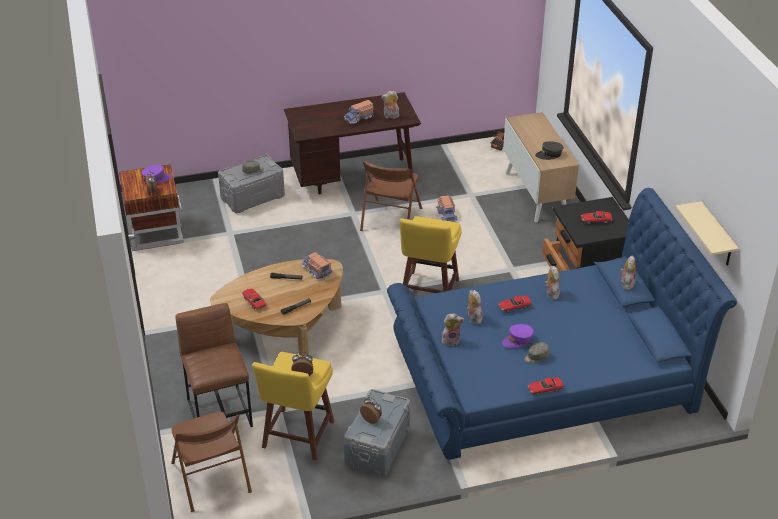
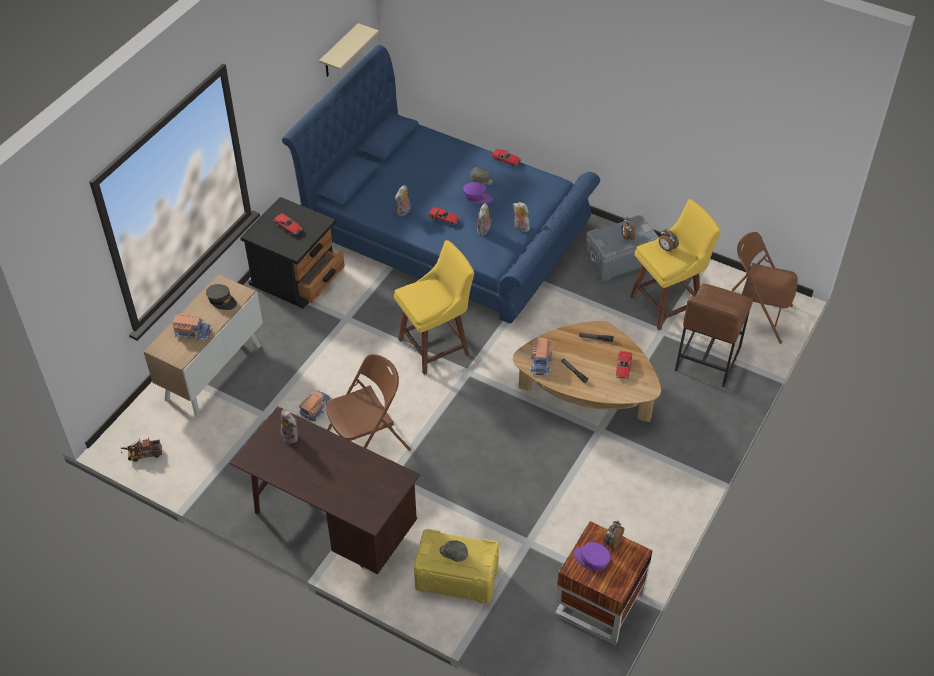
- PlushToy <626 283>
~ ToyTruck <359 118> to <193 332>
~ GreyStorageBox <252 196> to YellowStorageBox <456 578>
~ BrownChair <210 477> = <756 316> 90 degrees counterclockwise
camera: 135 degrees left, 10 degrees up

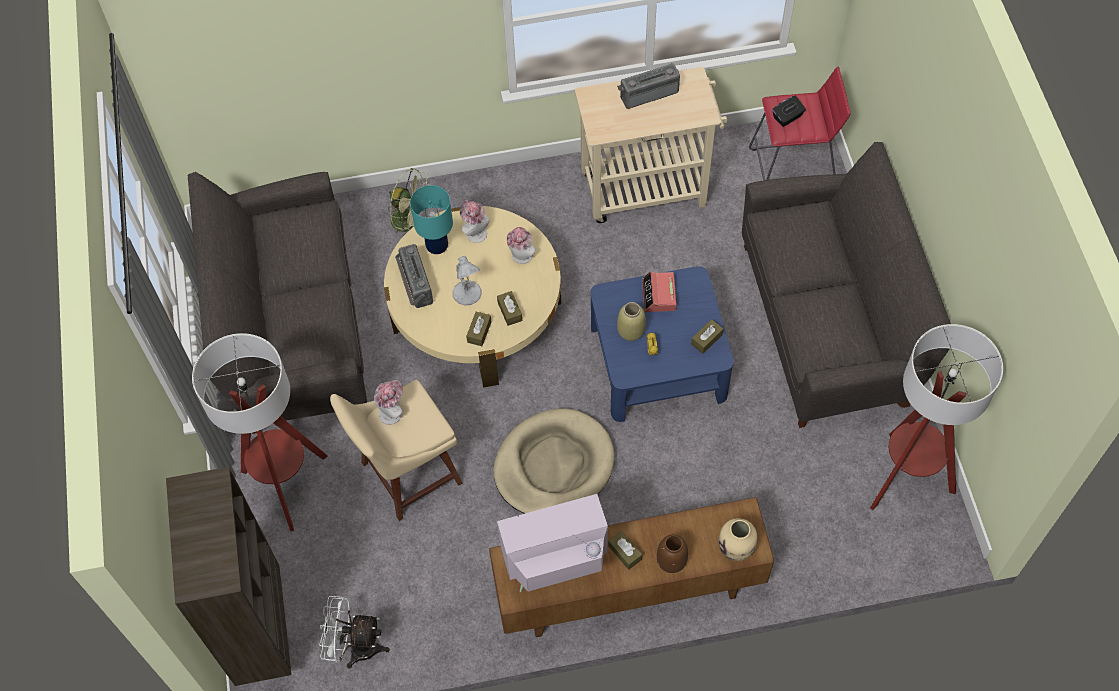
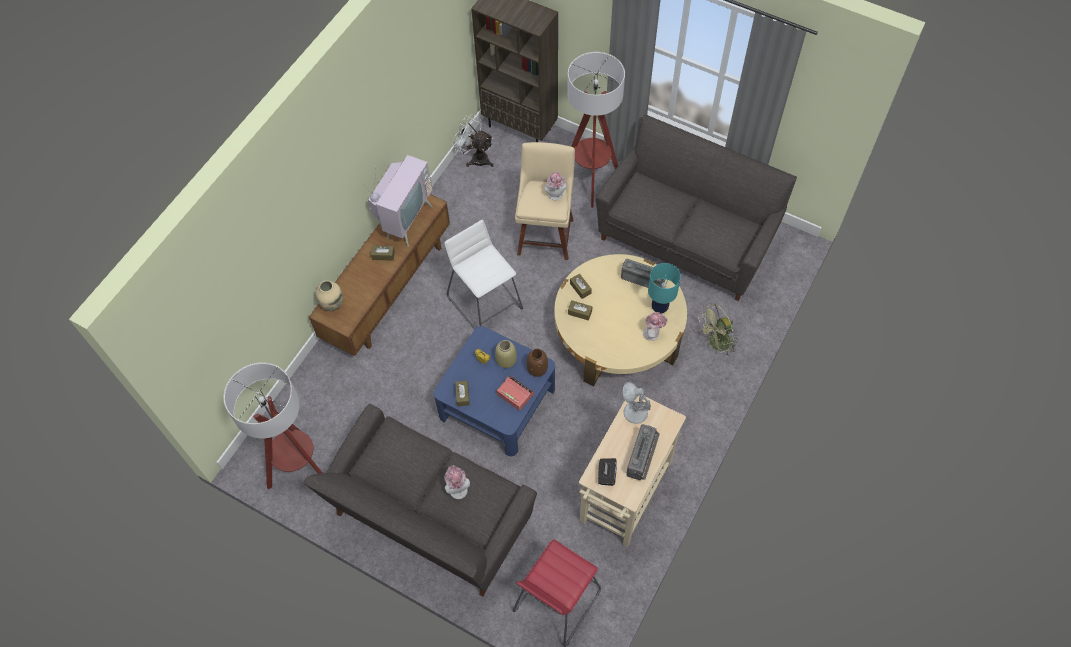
~ WhiteTableLamp <467 294> to <634 412>
~ Hat <521 257> to <457 488>
~ BrownVase <672 561> to <537 369>
~ BlackTissueBox <787 117> to <606 475>
~ BeigeDogBed <553 465> to WhiteStool <485 302>
~ WhiteFan <356 647> = <476 158> 105 degrees counterclockwise
camera: 130 degrees right, 0 degrees up

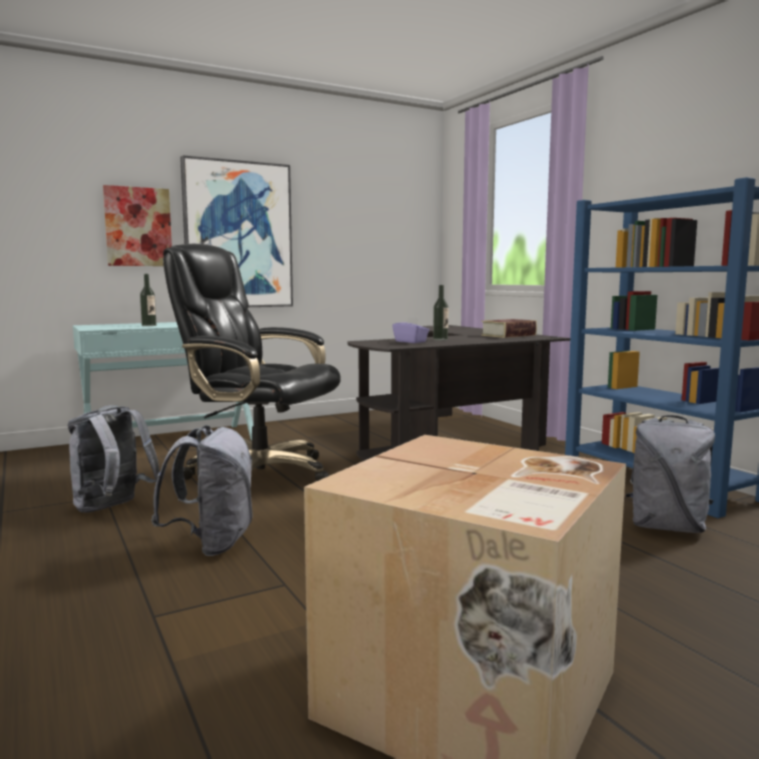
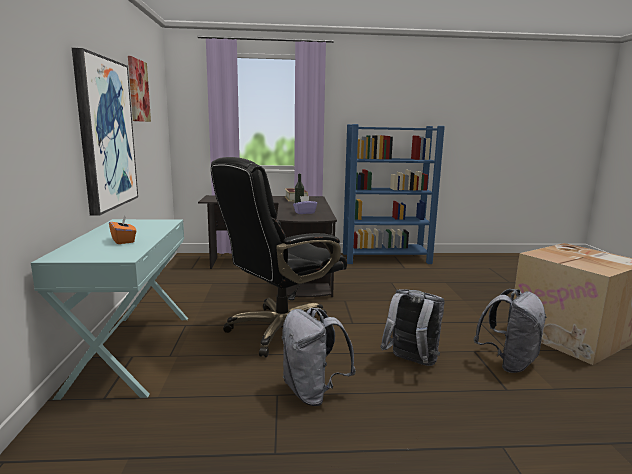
~ Picture <138 227> to <138 91>
~ GreyBackpack <667 527> to <508 363>
~ Bottle <149 325> to OrangeTissueBox <123 241>
camera: 65 degrees left, 5 degrees up

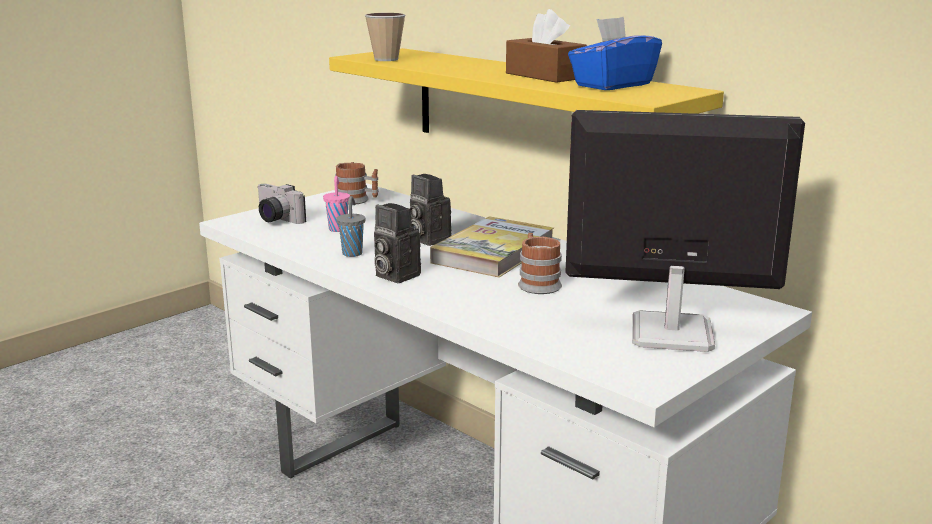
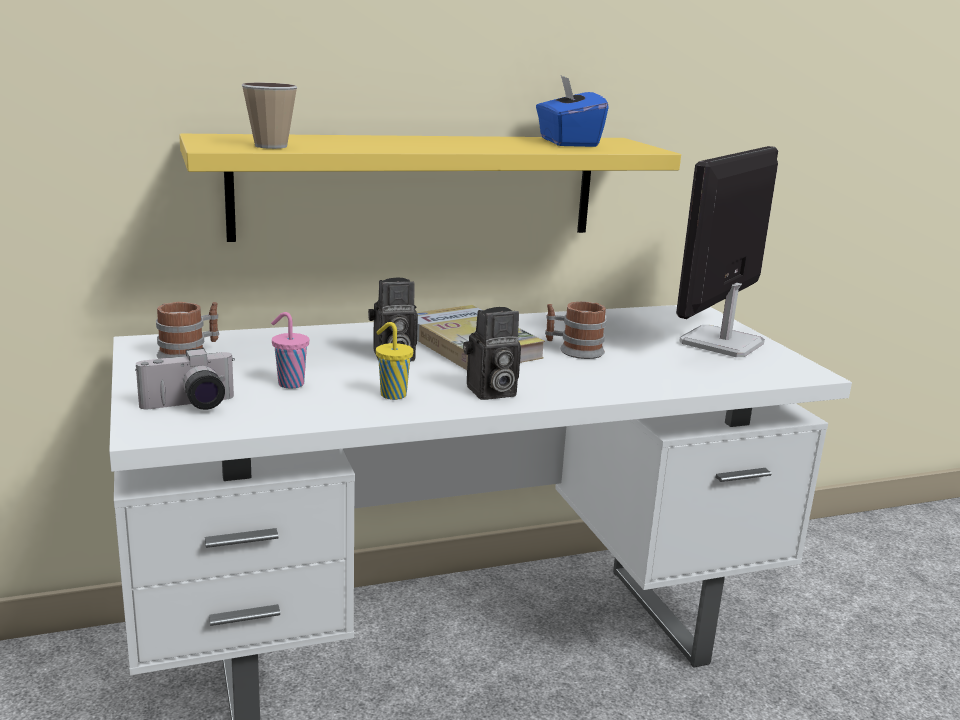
- BrownTissueBox <544 76>
~ GreyCup <352 253> to YellowCup <392 394>
camera: 65 degrees left, 0 degrees up

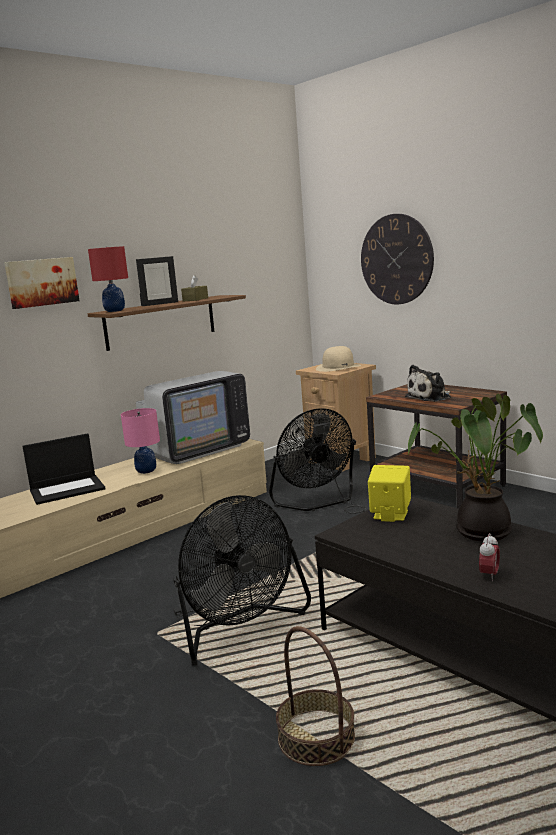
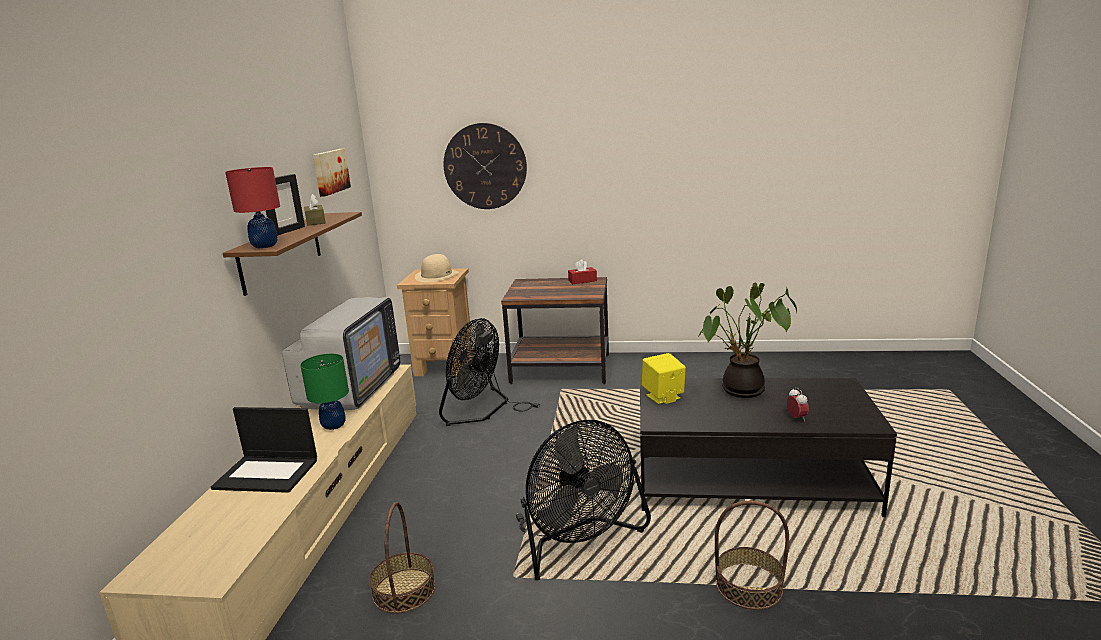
- PlushToy <430 397>
+ Basket <404 590>
+ RedTissueBox <582 281>
~ Picture <41 282> to <330 171>
~ PinkTableLamp <147 471> to GreenTableLamp <334 425>
~ Laptop <68 489> = <268 473> 75 degrees clockwise
~ BlackFan <233 629> = <573 542> 45 degrees clockwise
camera: 40 degrees left, 5 degrees up

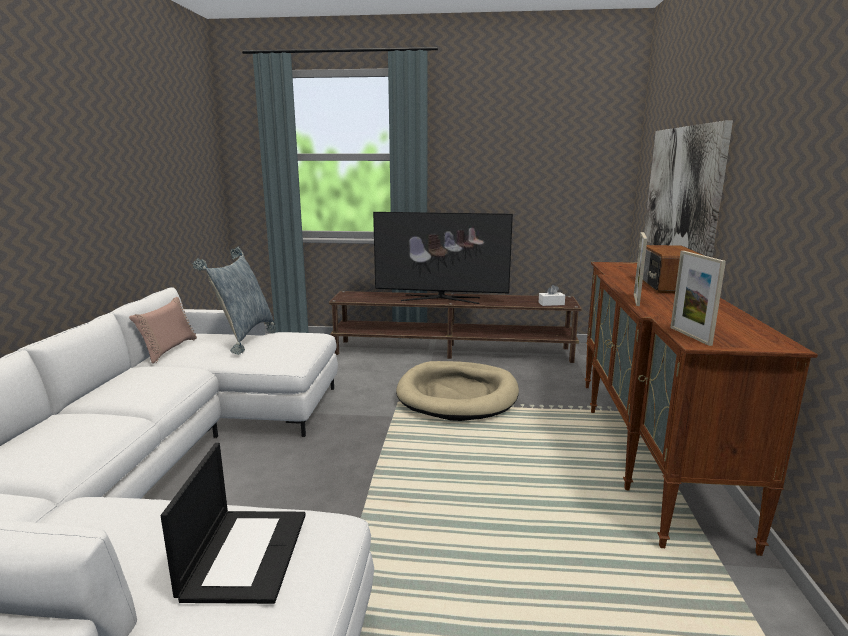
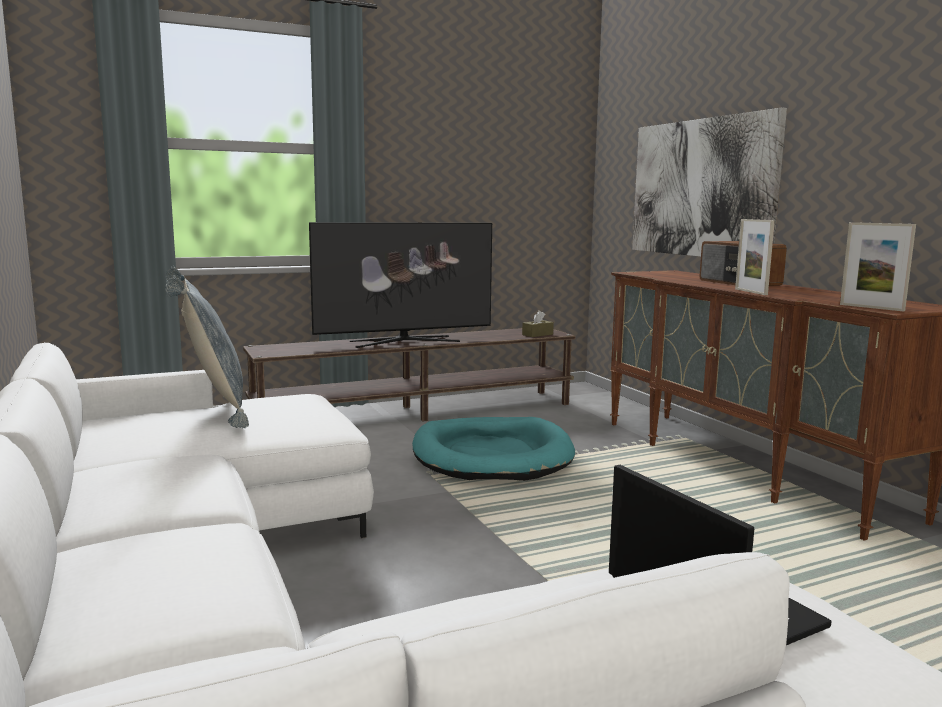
- BeigePillow <169 350>
~ BeigeDogBed <458 395> to TurquoiseDogBed <491 455>
~ WhiteTissueBox <551 304> to BrownTissueBox <537 334>
camera: 30 degrees left, 5 degrees down

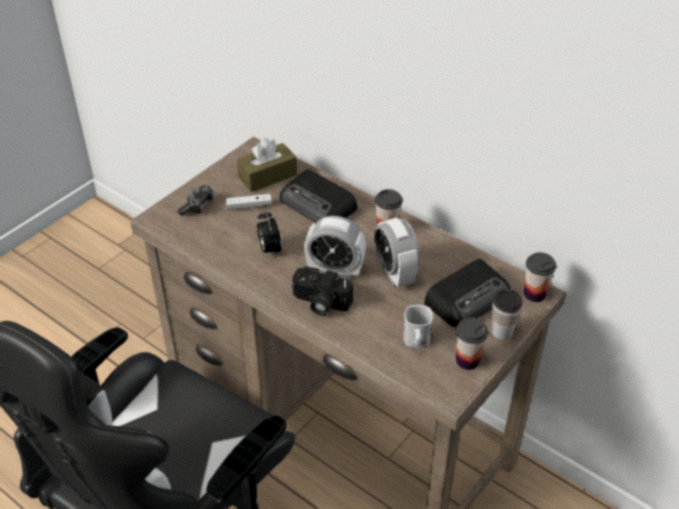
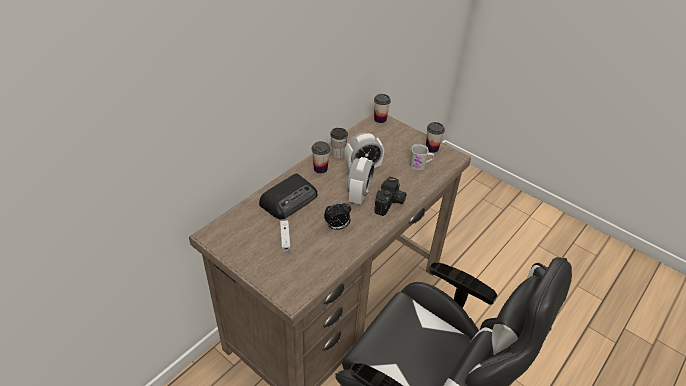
- GameController <198 205>
- BrownTissueBox <267 176>
- Radio <468 298>
~ Cup <502 332> to <338 154>
camera: 90 degrees left, 0 degrees up

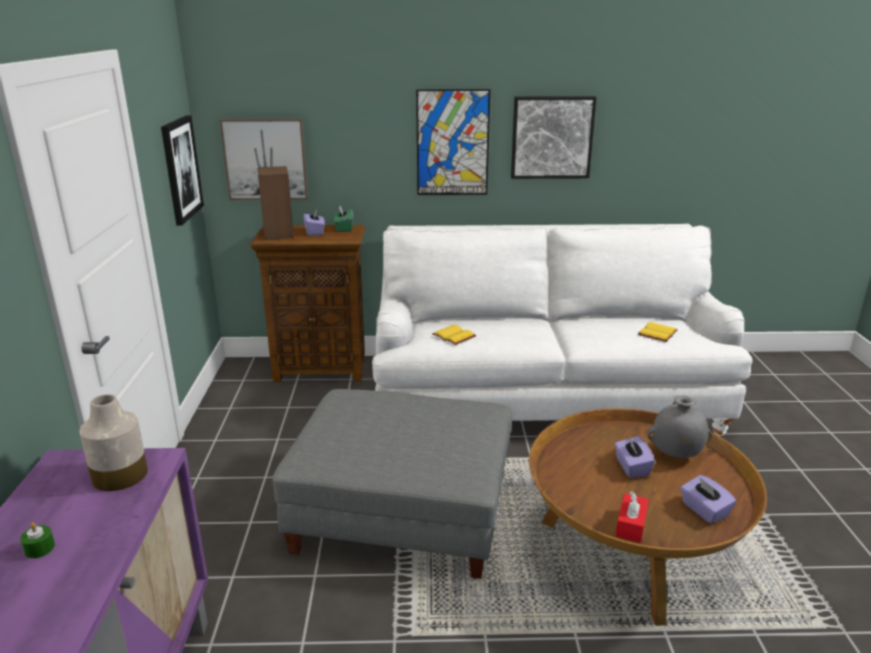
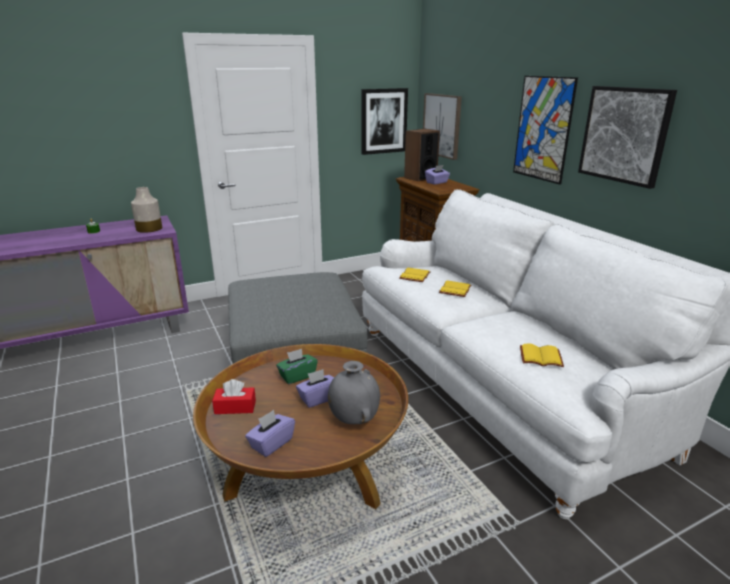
+ YellowBook <456 290>
~ GreenTissueBox <343 228> to <297 376>
camera: 65 degrees right, 0 degrees up

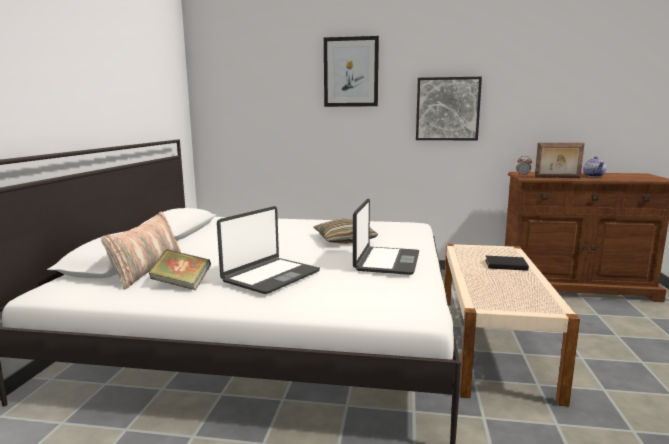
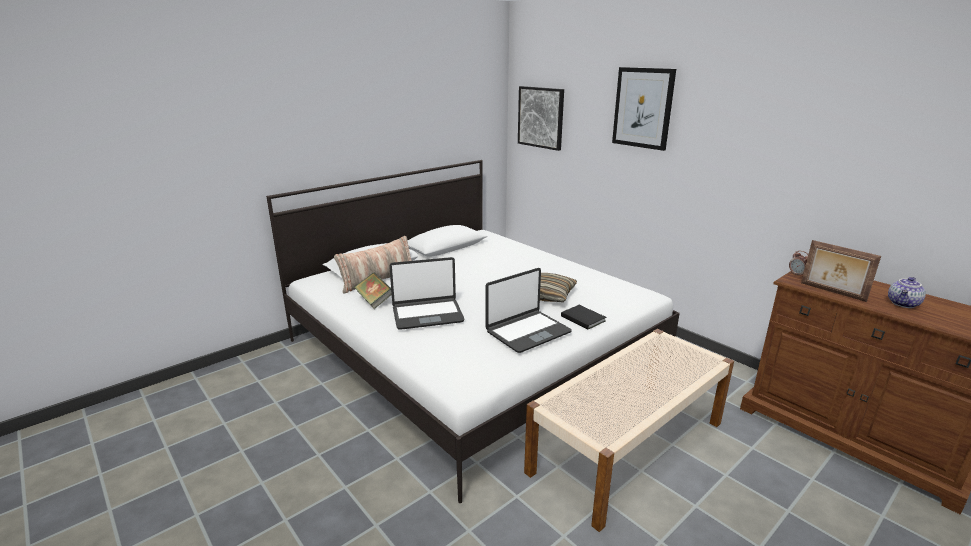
~ Picture <447 109> to <541 117>
~ BlackBook <504 264> to <582 318>
camera: 40 degrees right, 10 degrees up

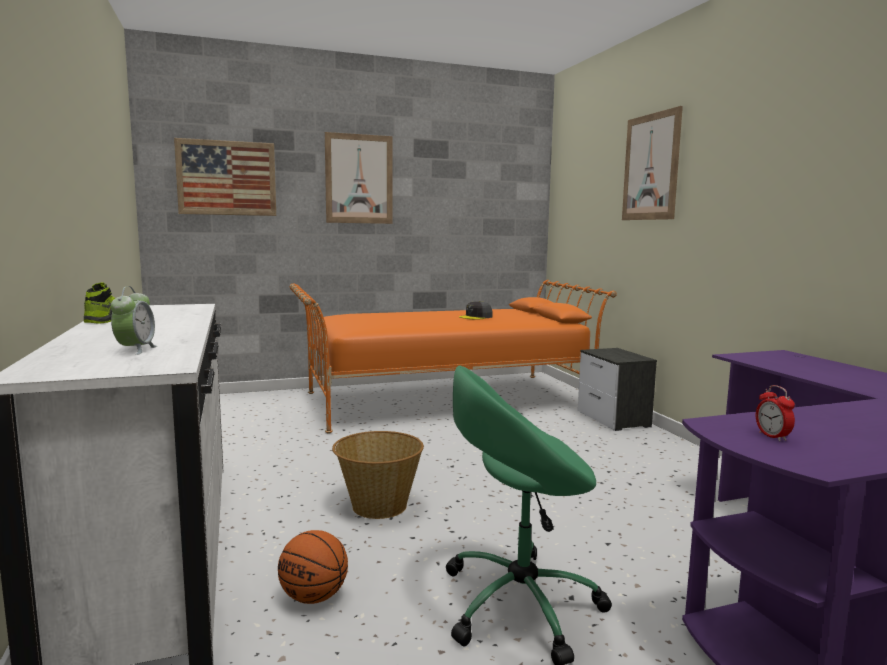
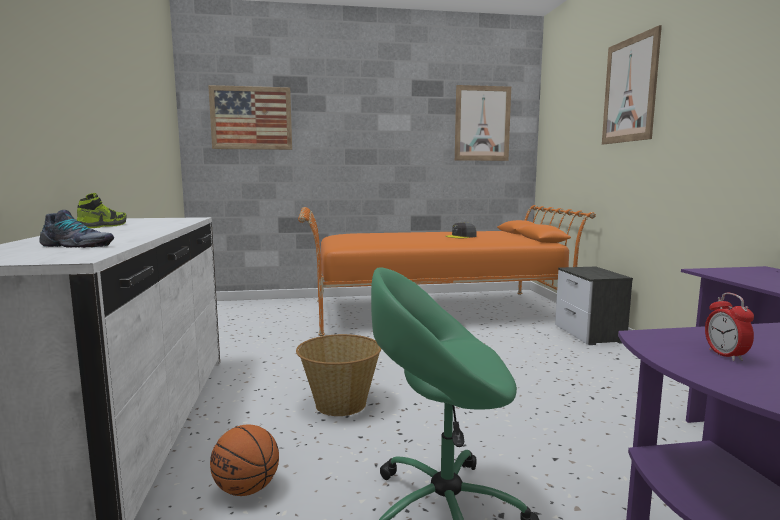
~ Picture <359 179> to <482 123>
~ AlarmClock <135 350> to Shoe <76 246>
camera: 10 degrees right, 0 degrees up

